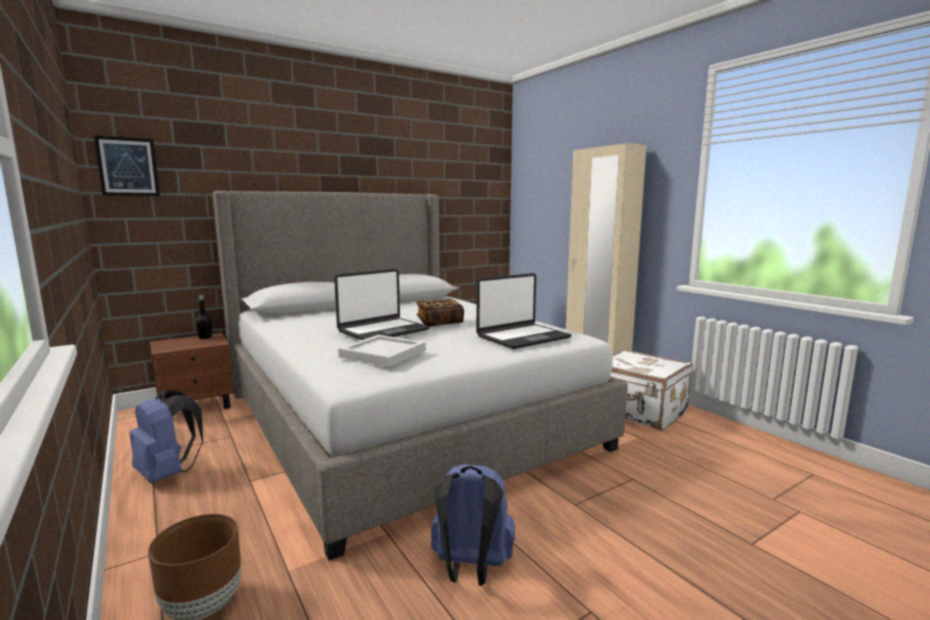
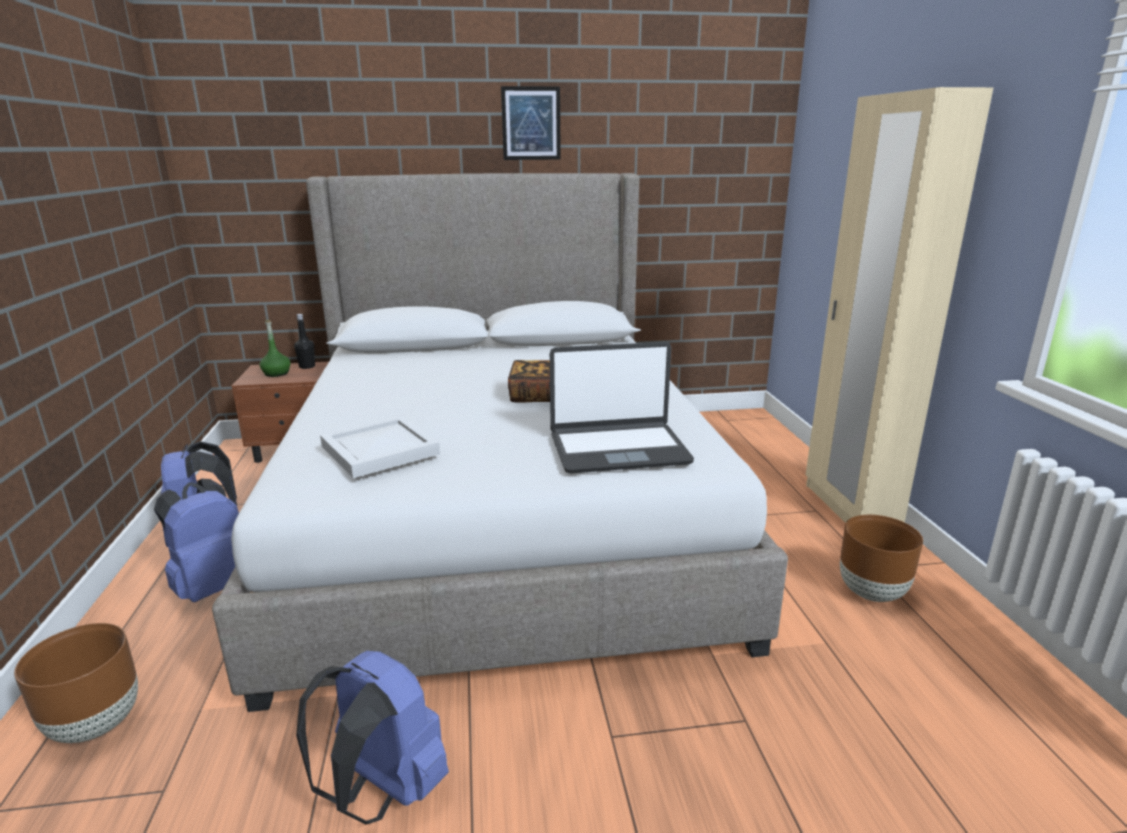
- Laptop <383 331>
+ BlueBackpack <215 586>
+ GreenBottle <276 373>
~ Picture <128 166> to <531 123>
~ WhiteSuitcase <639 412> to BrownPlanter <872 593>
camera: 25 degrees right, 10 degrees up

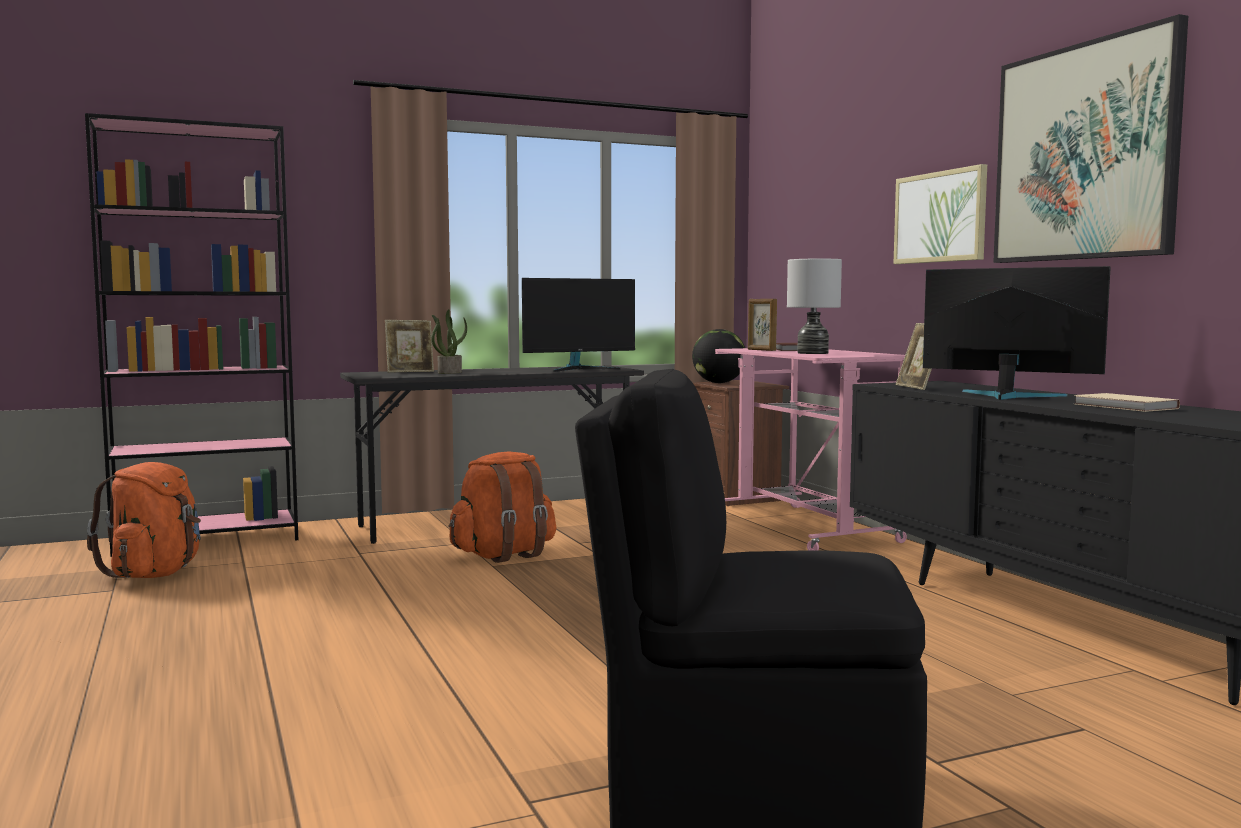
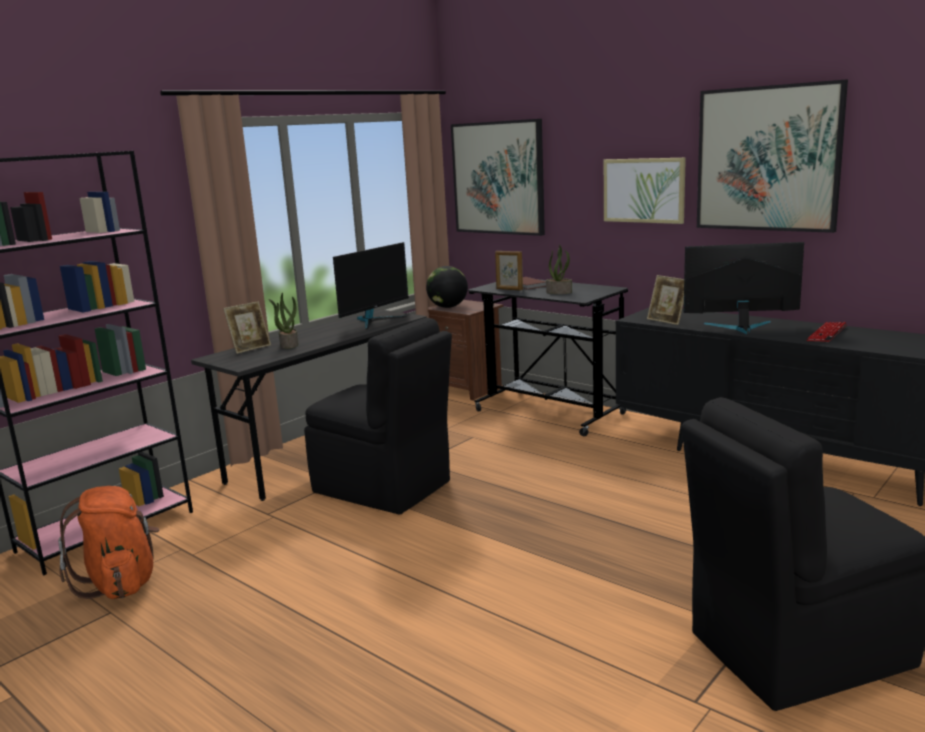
+ Picture <498 178>
~ OrangeBackpack <504 555> to BlackChair <384 488>
~ GreyTableLamp <813 353> to PottedPlant <559 292>
~ BeigeBook <1124 406> to Keyboard <827 334>
~ PinkDesk <804 528> to BlackDesk <550 412>
camera: 25 degrees left, 10 degrees up

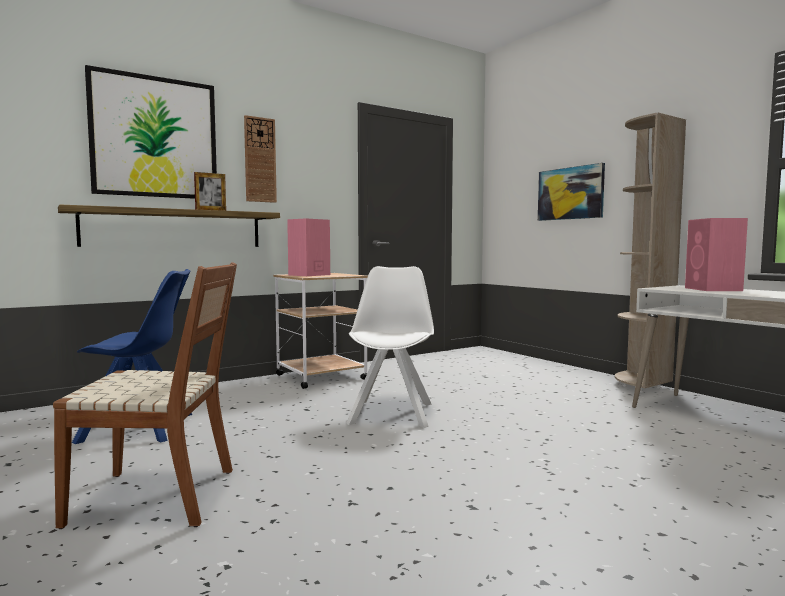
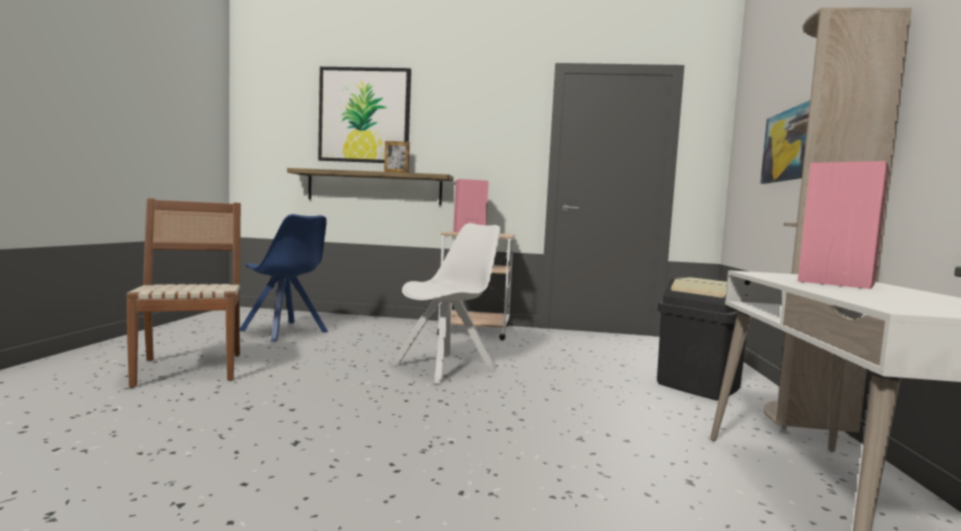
- WallClock <260 160>
+ BlackTrashCan <698 386>
~ Chair <161 498> = <190 368> 150 degrees counterclockwise
camera: 40 degrees right, 0 degrees up

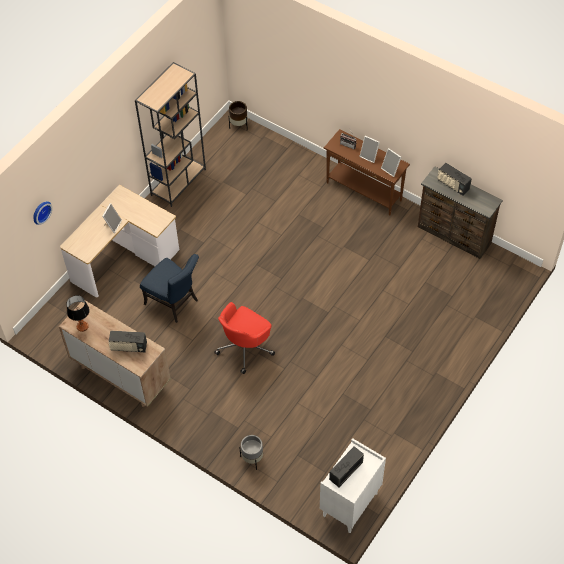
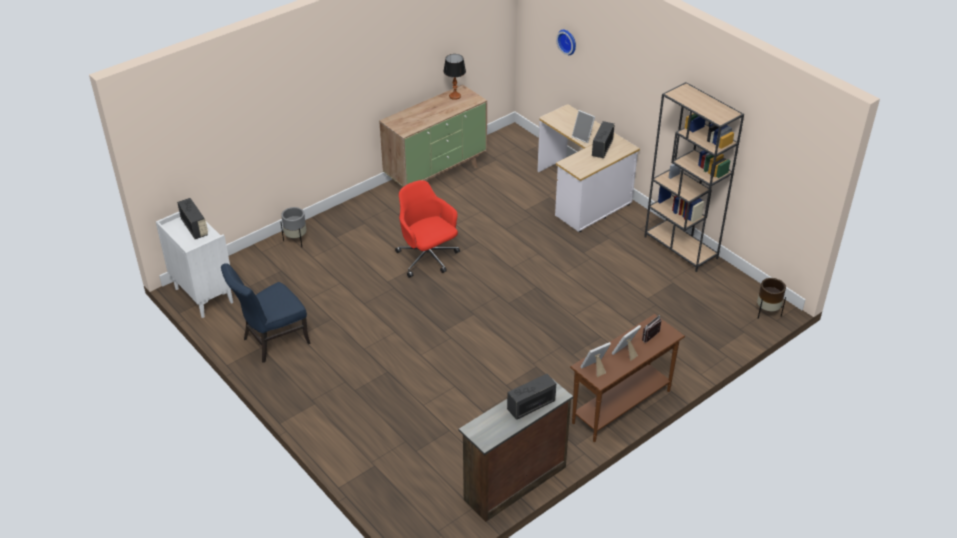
~ Radio <128 347> to <602 148>
~ BlueChair <174 303> to <272 342>
camera: 105 degrees right, 15 degrees down

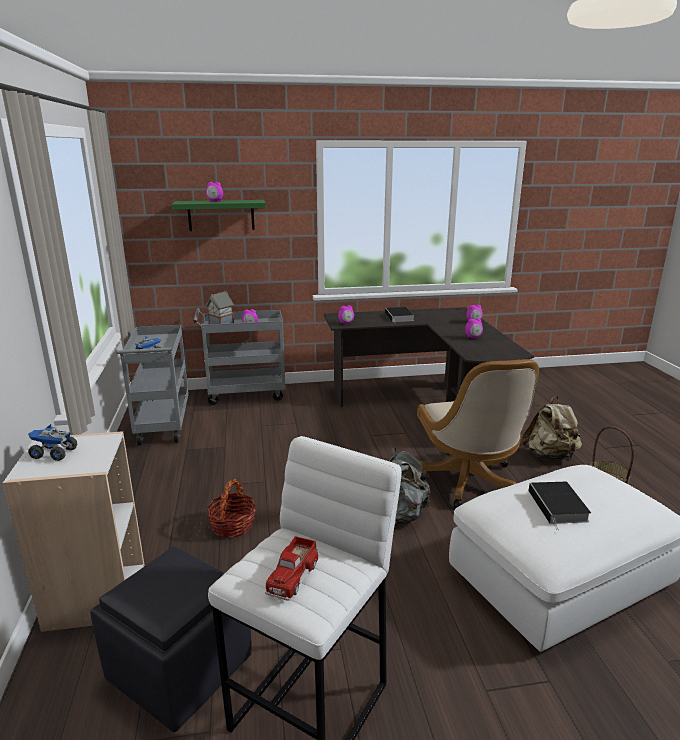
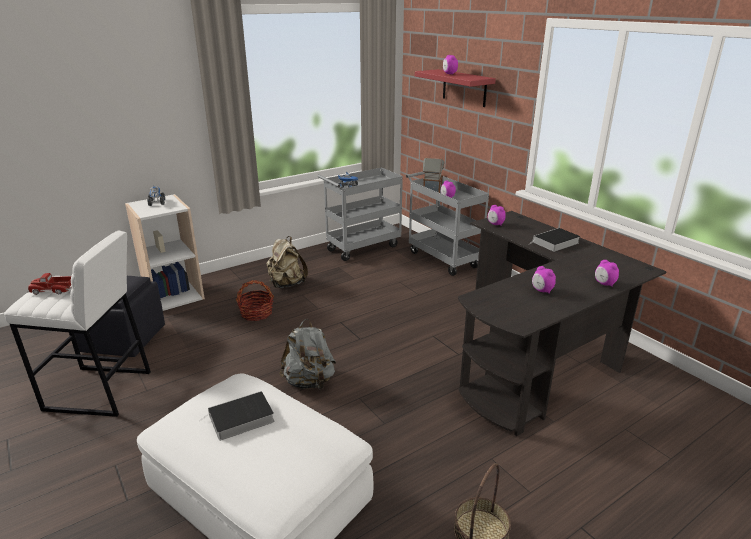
- OfficeChair <469 484>
~ BeigeBackpack <549 456> to <286 284>
~ GreenShelf <221 215> to RedShelf <464 88>
camera: 65 degrees right, 5 degrees up

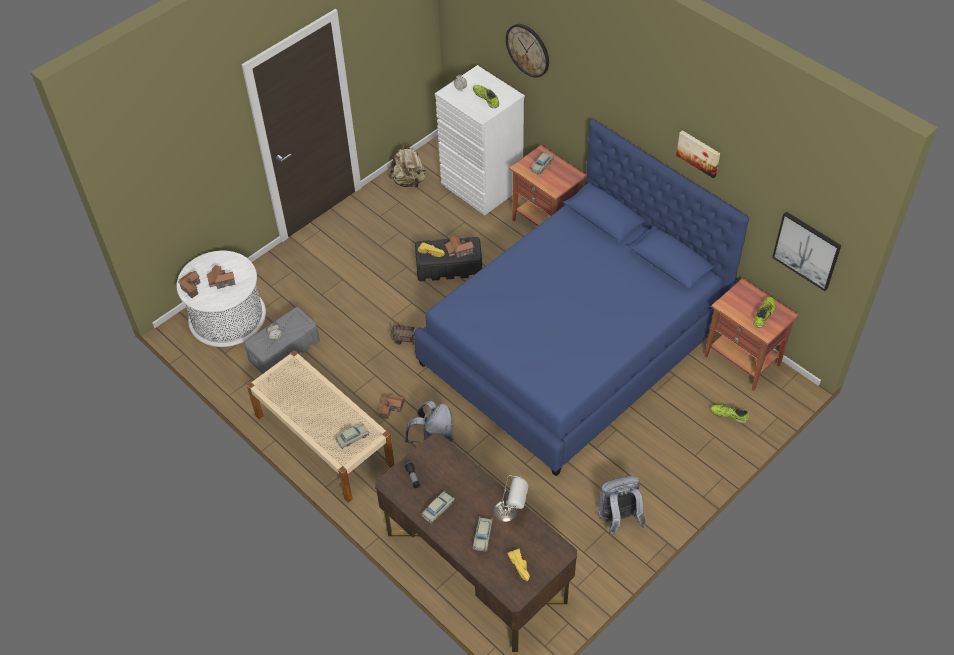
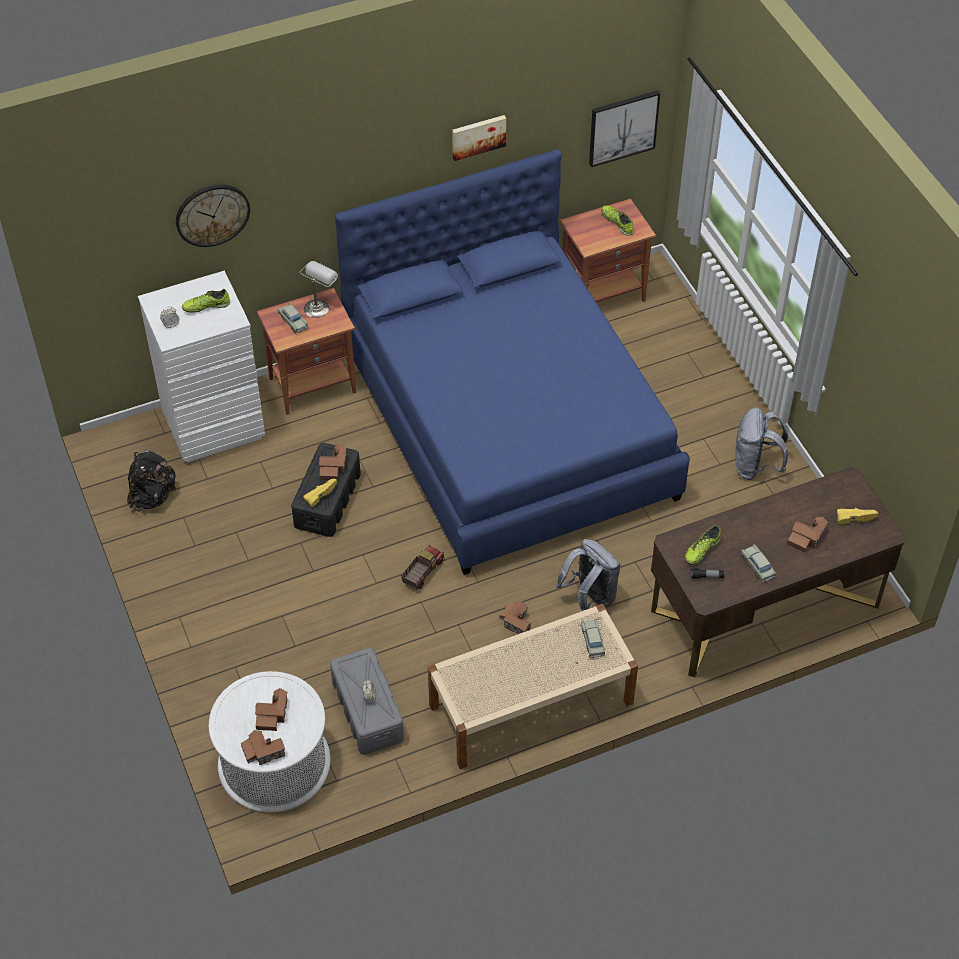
~ WhiteTableLamp <510 511> to <319 305>
~ Shoe <729 415> to <701 550>
~ BeigeToyCar <483 536> to ToyHouse <806 538>
~ BeigeBackpack <409 181> to BlackBackpack <152 496>
camera: 70 degrees left, 0 degrees up

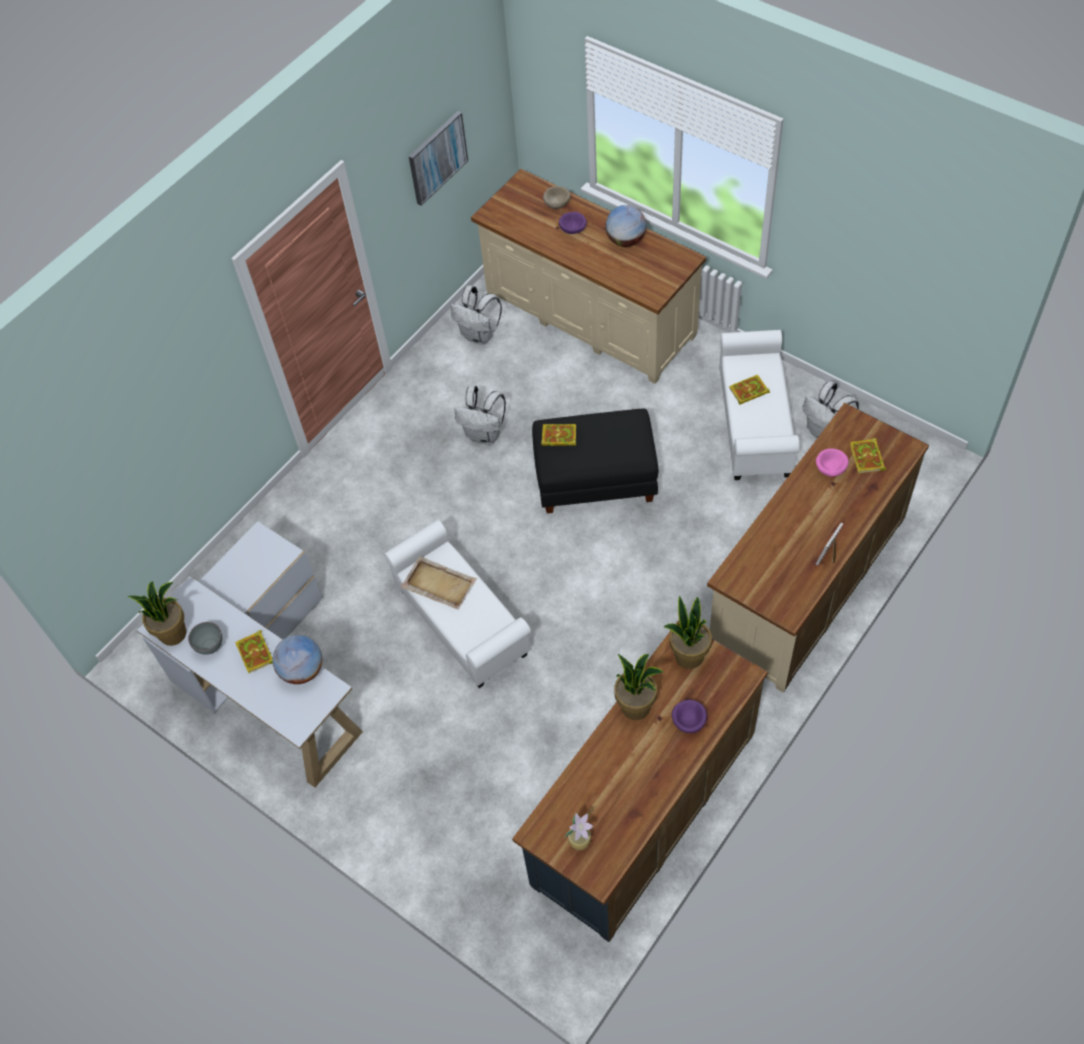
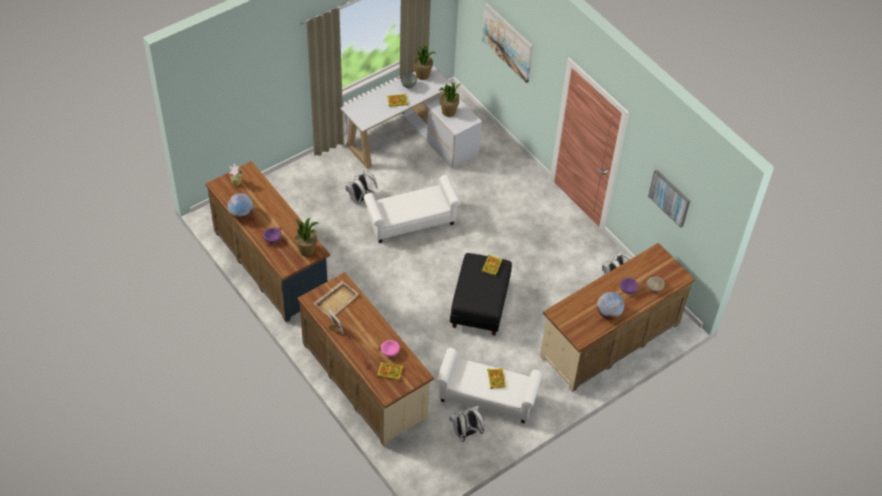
+ Picture <507 42>
~ Globe <302 670> to <241 214>
~ BeigeTray <438 584> to <336 300>
~ WhiteBackpack <484 434> to <360 199>
~ PottedPlant <636 706> to <448 112>
camera: 100 degrees right, 5 degrees down

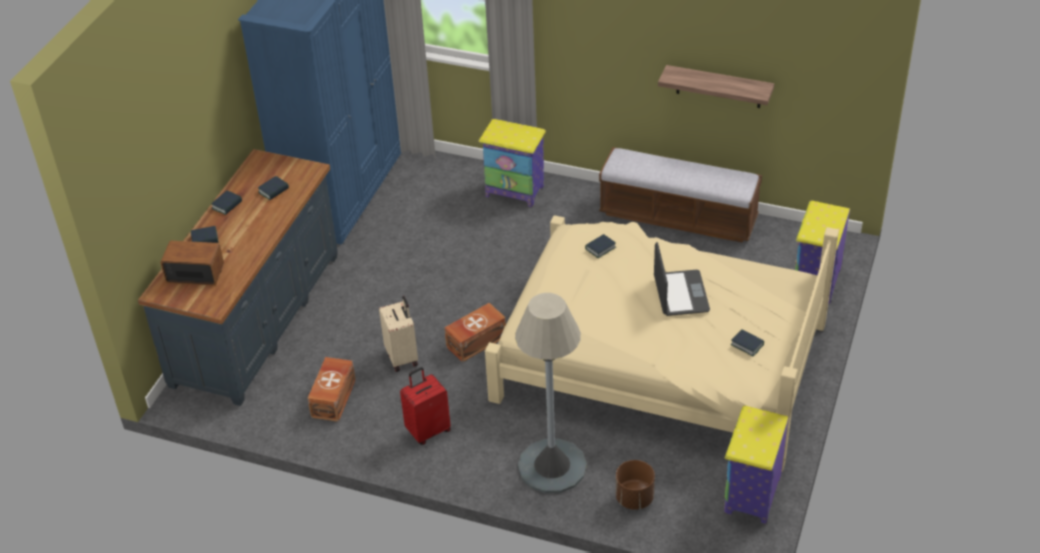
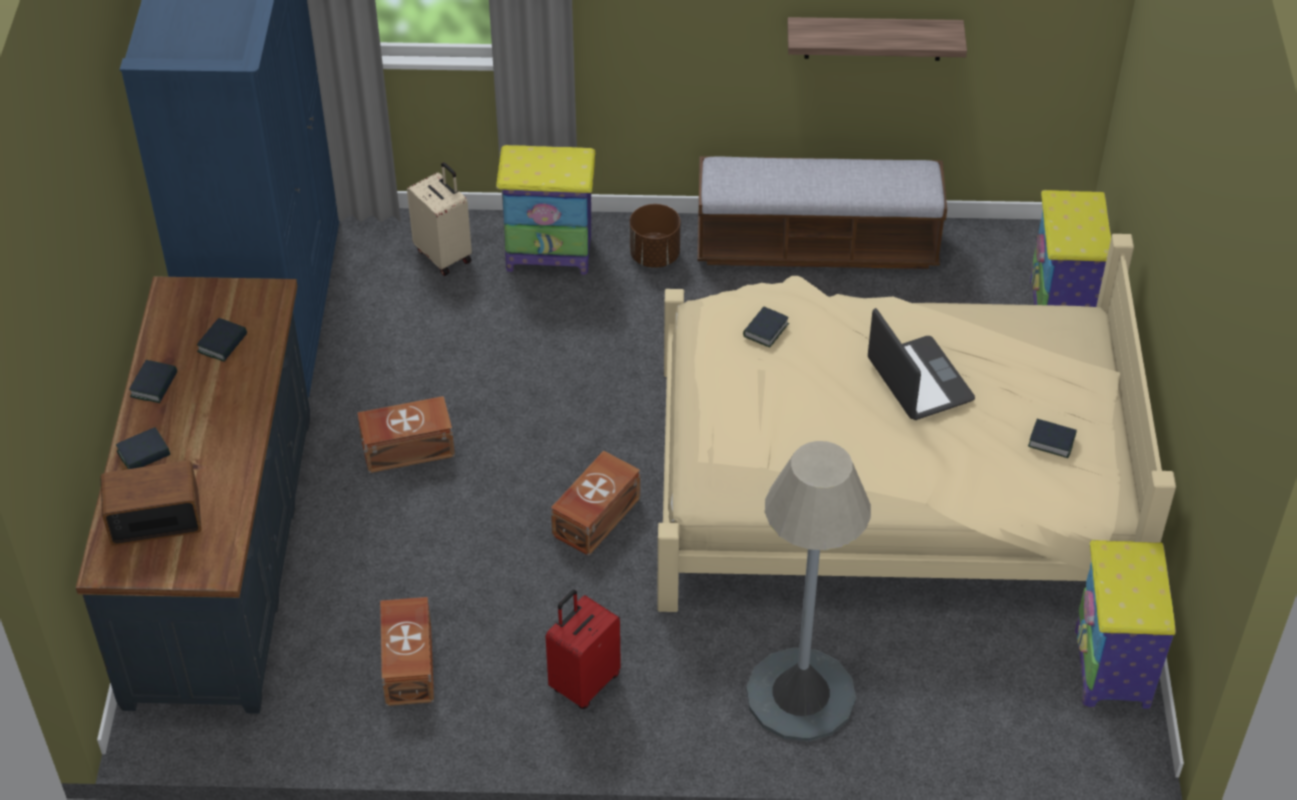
+ BrownStorageBox <406 448>
~ BeigeSuitcase <402 357> to <444 255>
~ BrownPlanter <634 498> to <654 256>
camera: 20 degrees left, 5 degrees up

